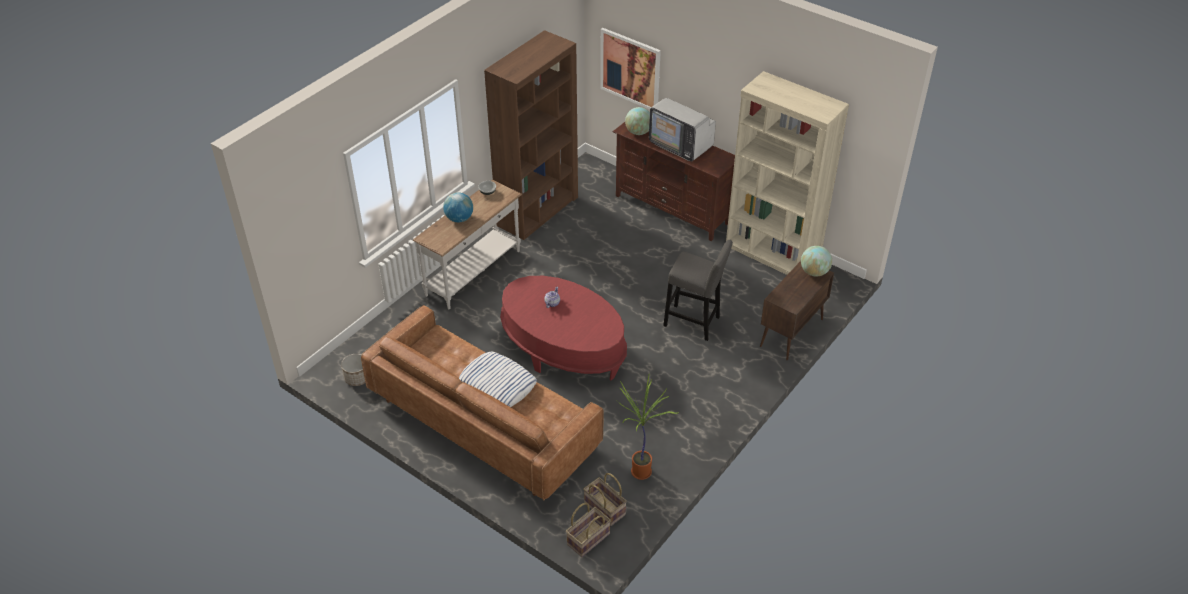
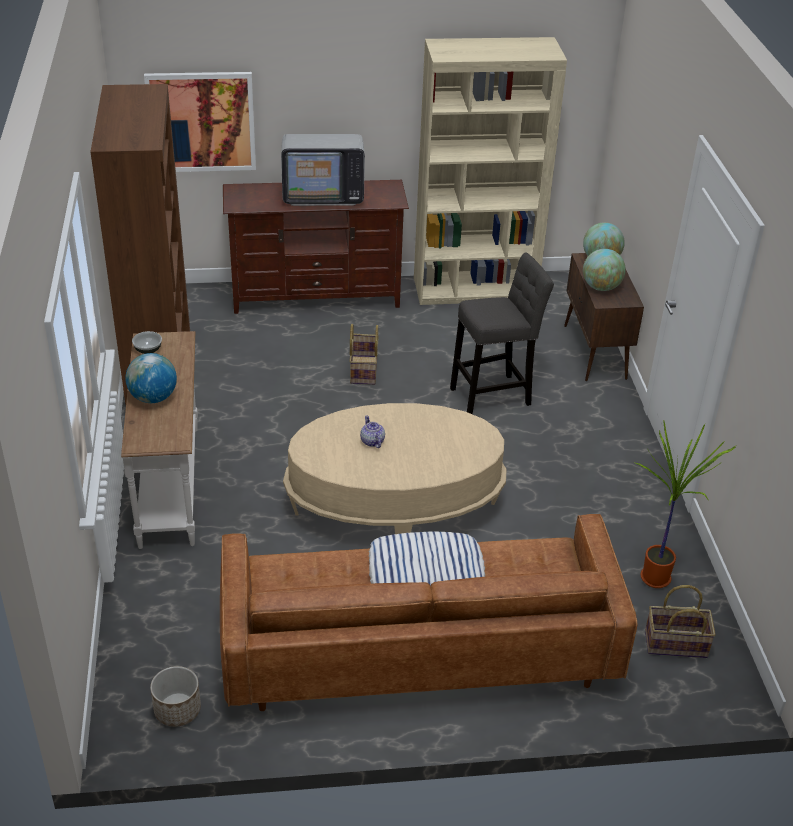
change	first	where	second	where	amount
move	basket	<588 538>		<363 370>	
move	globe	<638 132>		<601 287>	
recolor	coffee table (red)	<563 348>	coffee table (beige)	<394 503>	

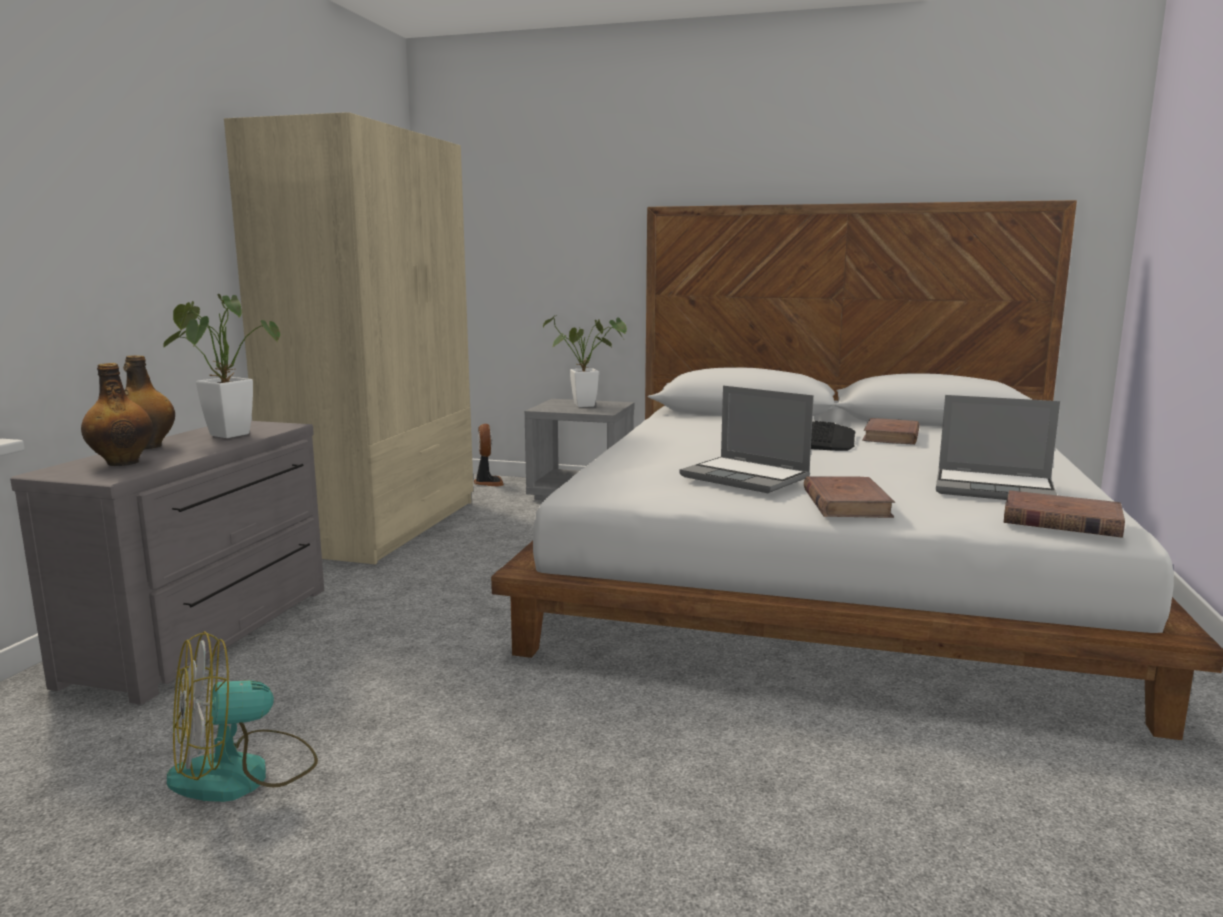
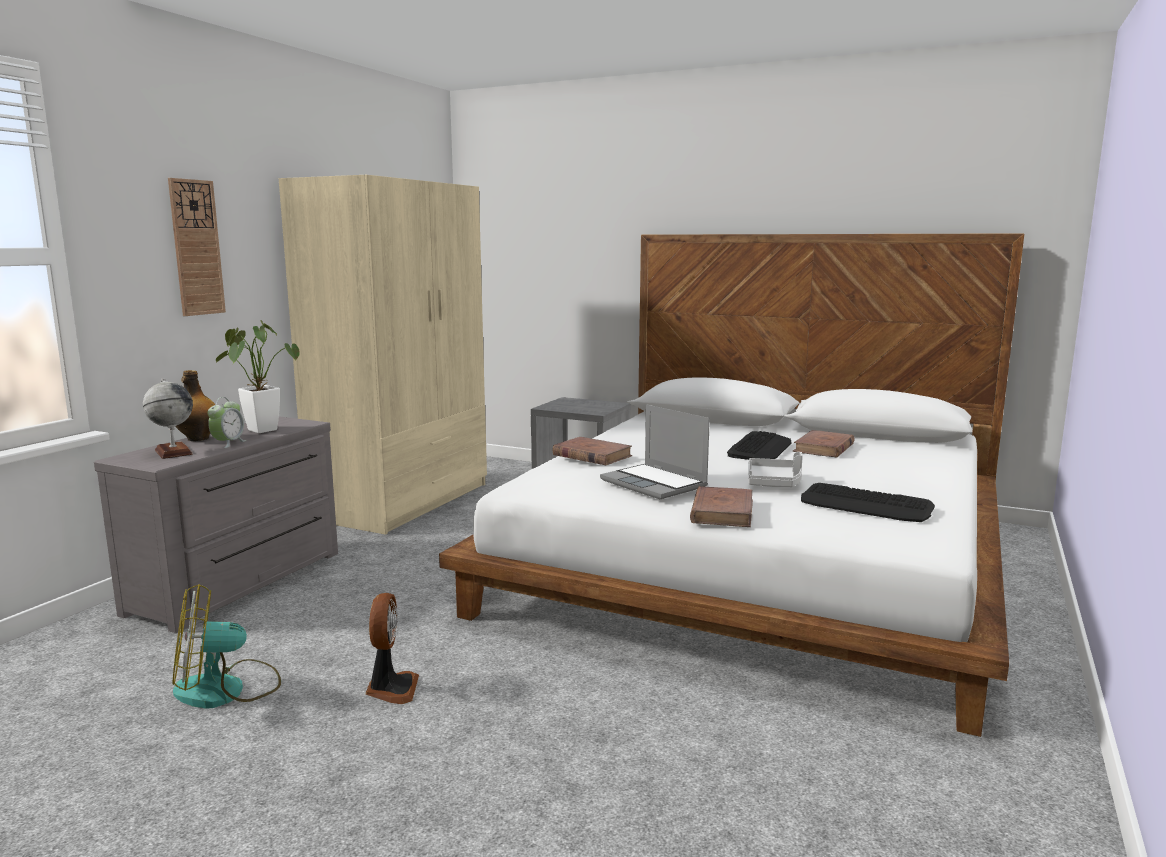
change	first	where	second	where	amount
delete	potted plant	<590 405>			
insert			wall clock	<196 248>	
insert			alarm clock	<228 443>	
insert			tray (grey)	<774 483>	
move	fan	<488 482>		<391 689>	
move	book (brown)	<1060 520>		<591 455>	
replace	bottle	<122 462>	globe	<173 452>	
replace	laptop	<995 489>	keyboard	<866 505>	

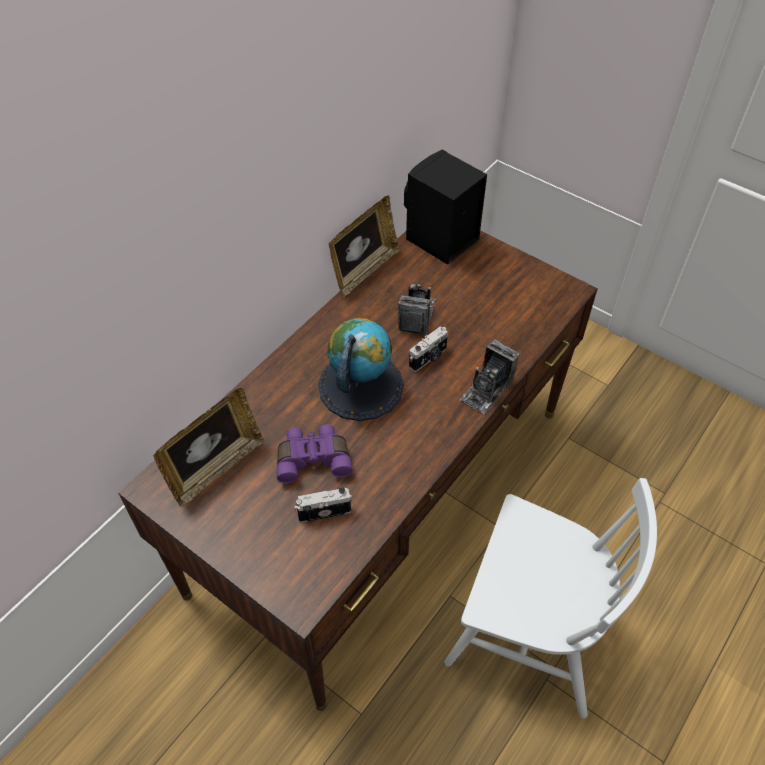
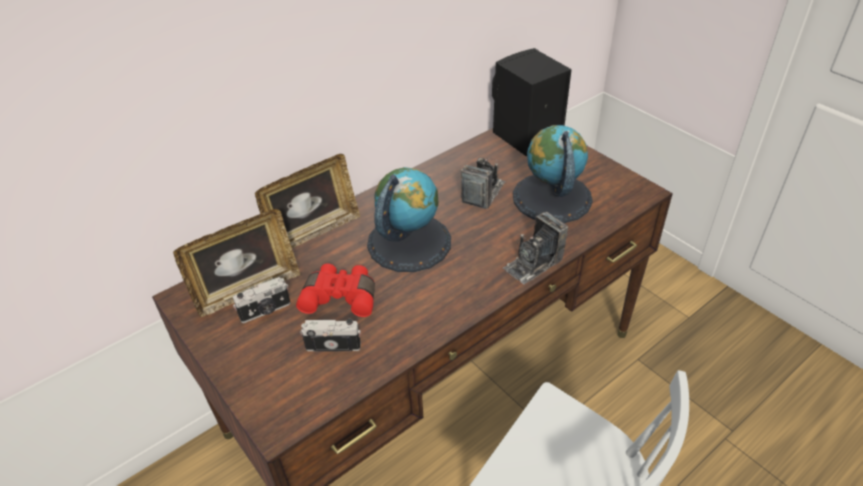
change	first	where	second	where	amount
insert			globe	<551 197>	
move	picture frame	<364 270>		<314 231>	
move	photo camera	<429 358>		<265 311>	
recolor	binoculars (purple)	<313 458>	binoculars (red)	<341 297>	

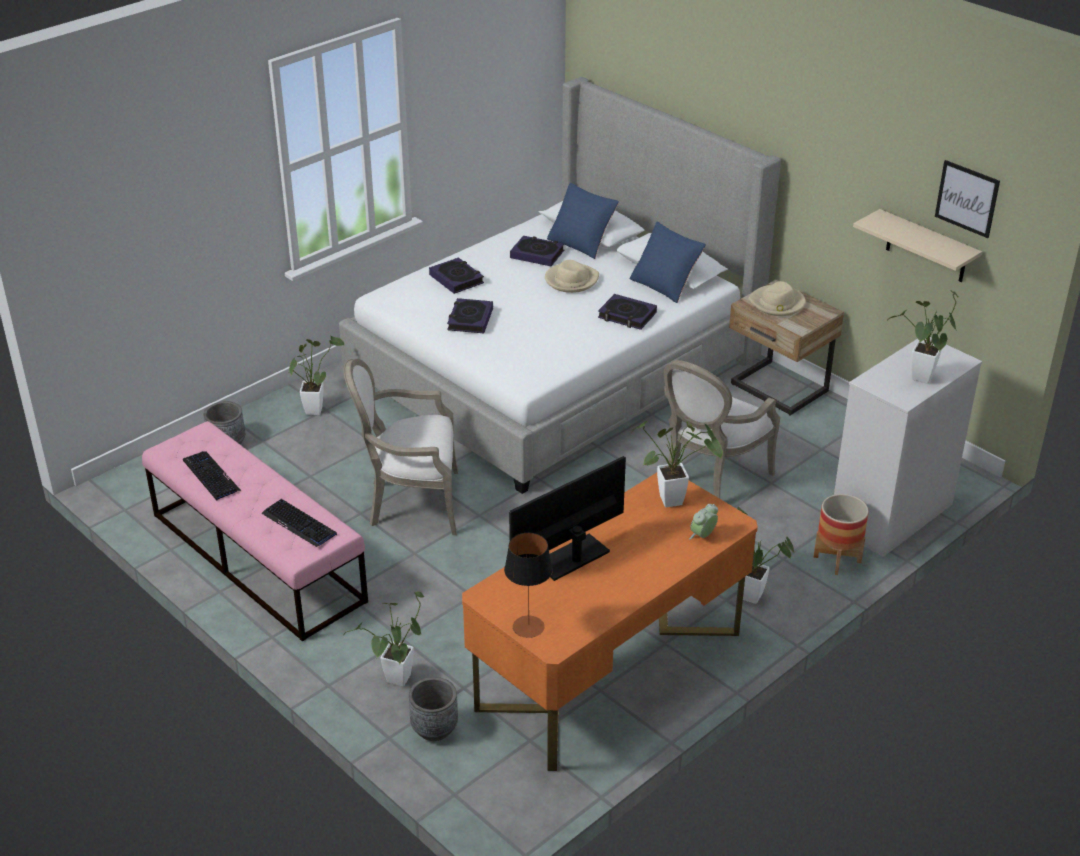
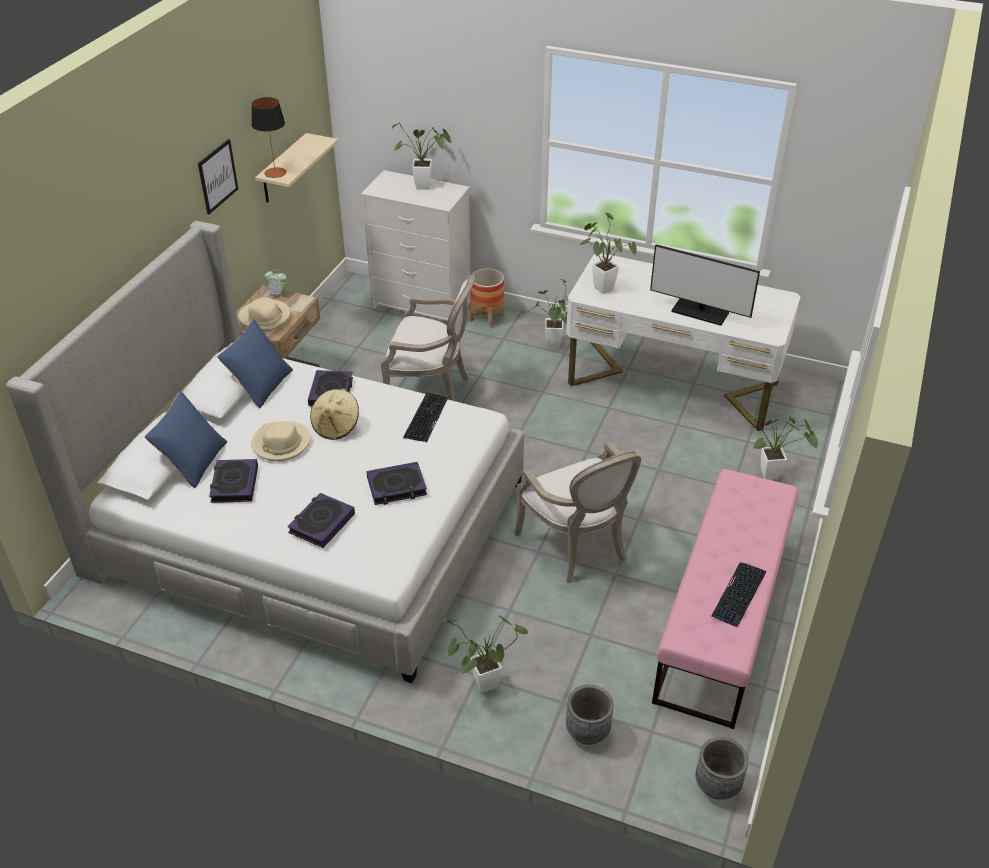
change	first	where	second	where	amount
insert			hat (beige)	<336 426>	
move	keyboard	<299 524>		<426 418>	
move	planter (grey)	<434 729>		<717 785>	
move	table lamp	<528 626>		<275 172>	
move	alarm clock	<703 536>		<277 294>	
move	picture	<967 198>		<217 176>	
recolor	desk (orange)	<609 669>	desk (white)	<672 384>	

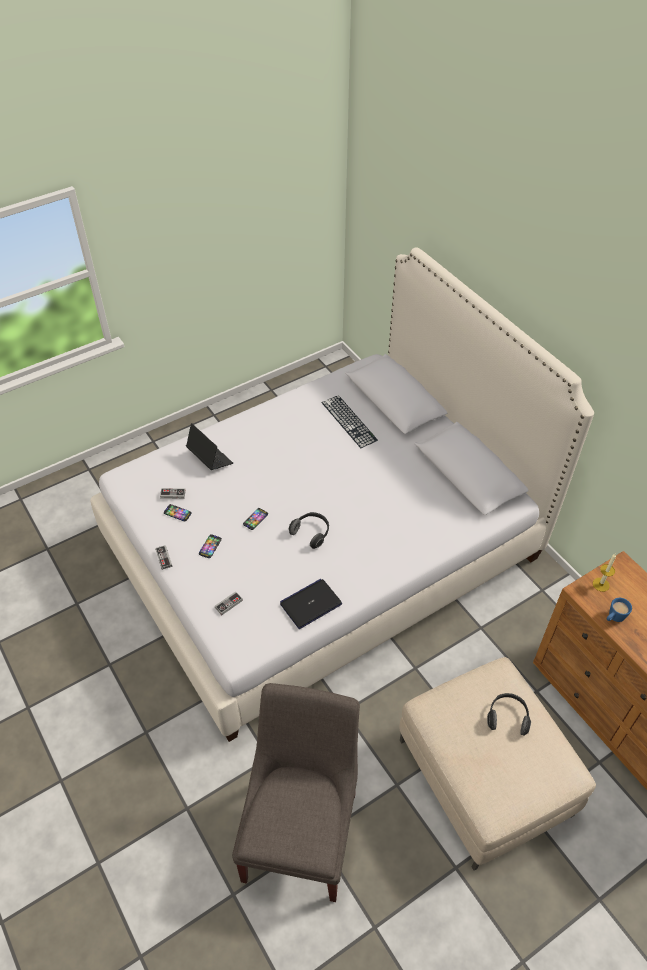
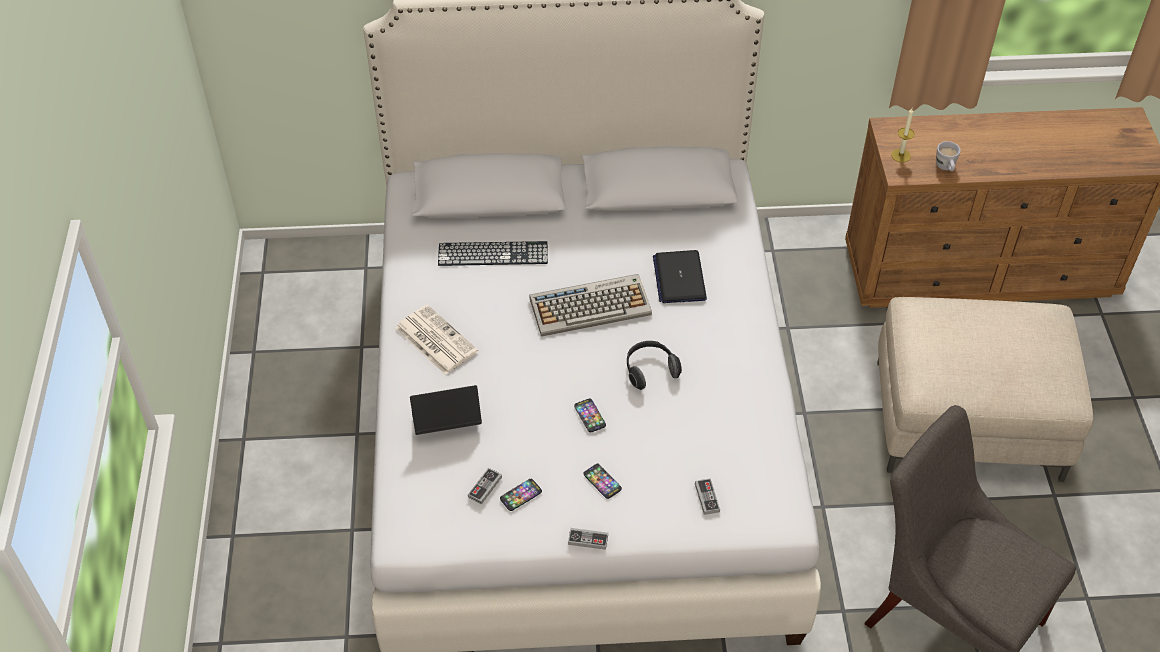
change	first	where	second	where	amount
delete	headphones	<507 717>			
insert			newspaper	<435 340>	
insert			keyboard	<591 306>	
move	laptop	<311 604>		<679 278>	
recolor	mug (blue)	<613 618>	mug (white)	<946 168>	

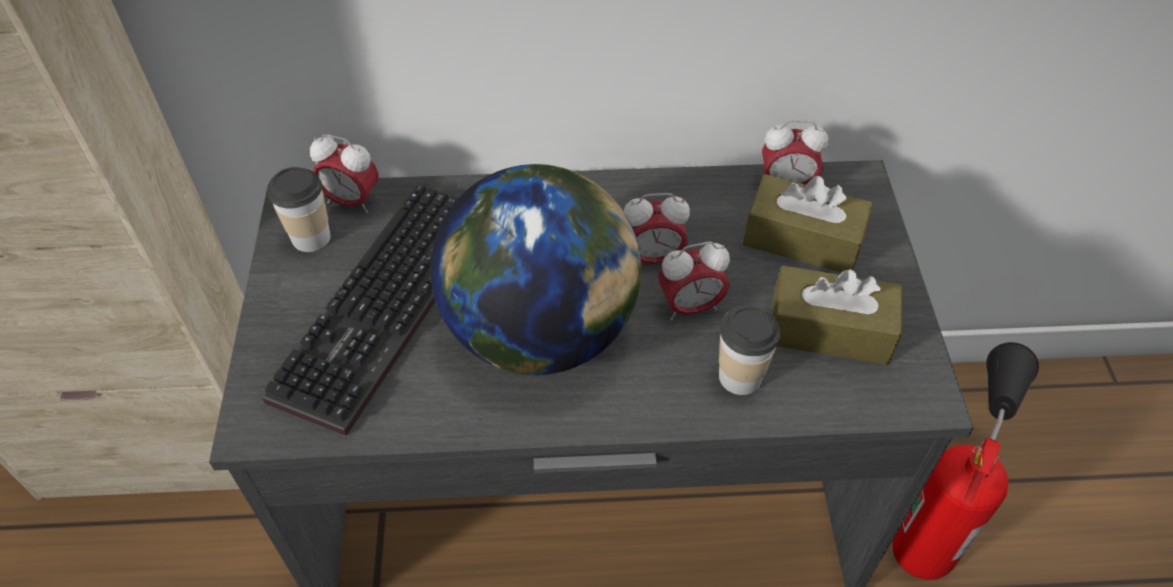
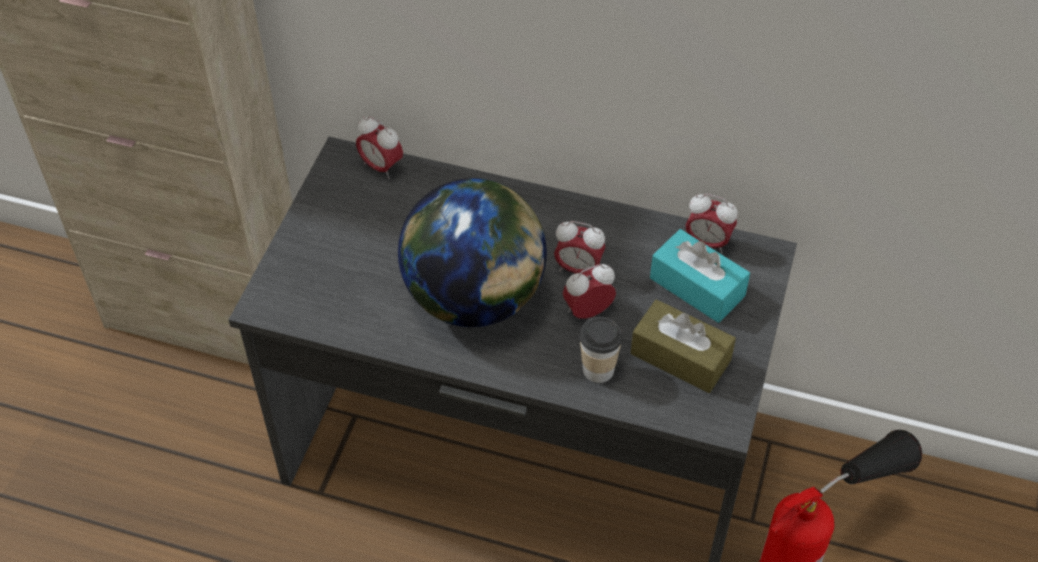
change	first	where	second	where	amount
delete	keyboard	<388 309>			
delete	cup	<311 237>			
recolor	tissue box (brown)	<802 240>	tissue box (turquoise)	<697 287>	
rotate	alarm clock	<690 307>		<587 311>	150 degrees clockwise

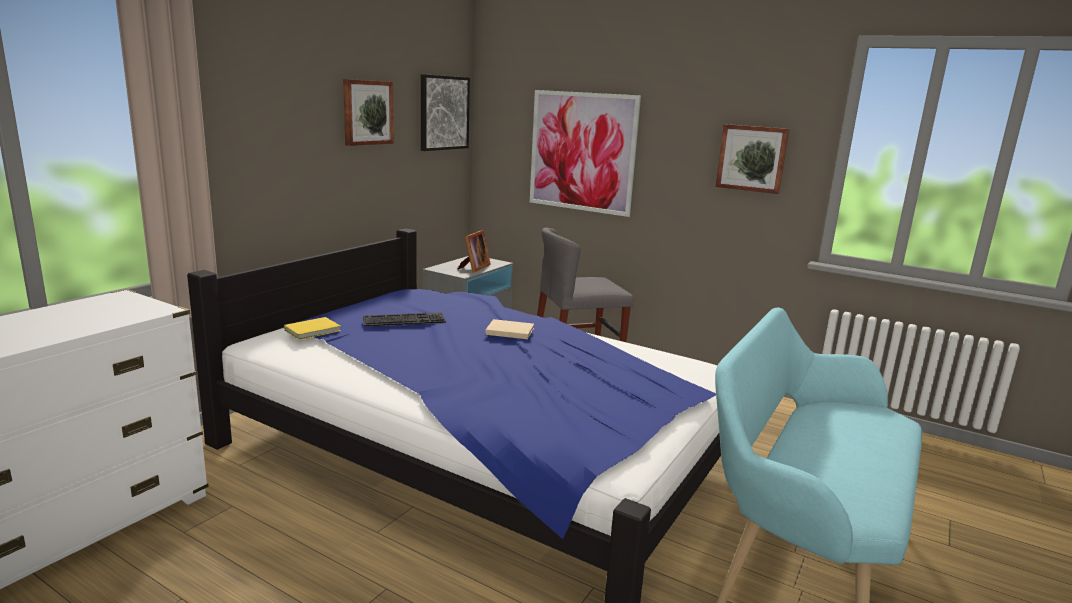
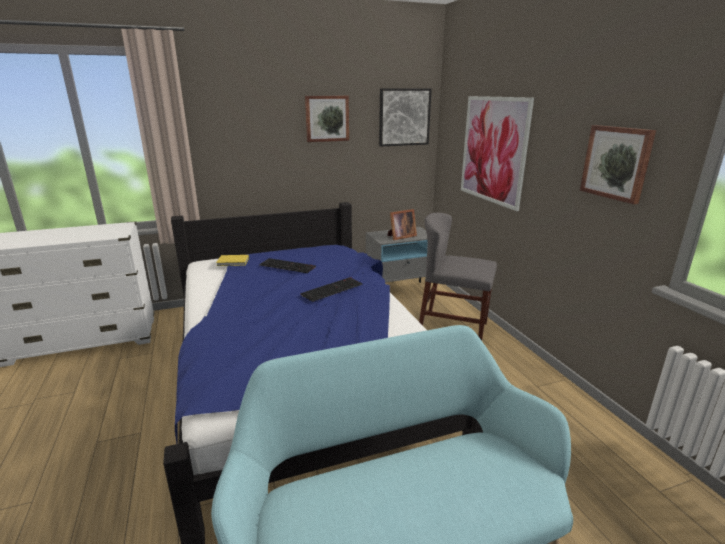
change	first	where	second	where	amount
replace	book (beige)	<509 331>	keyboard	<332 289>	

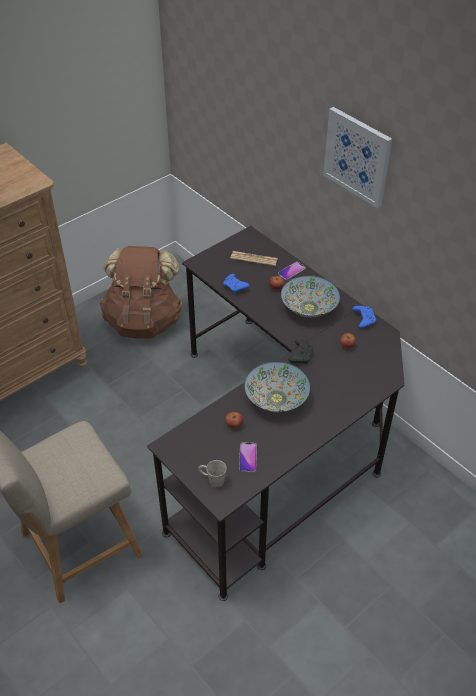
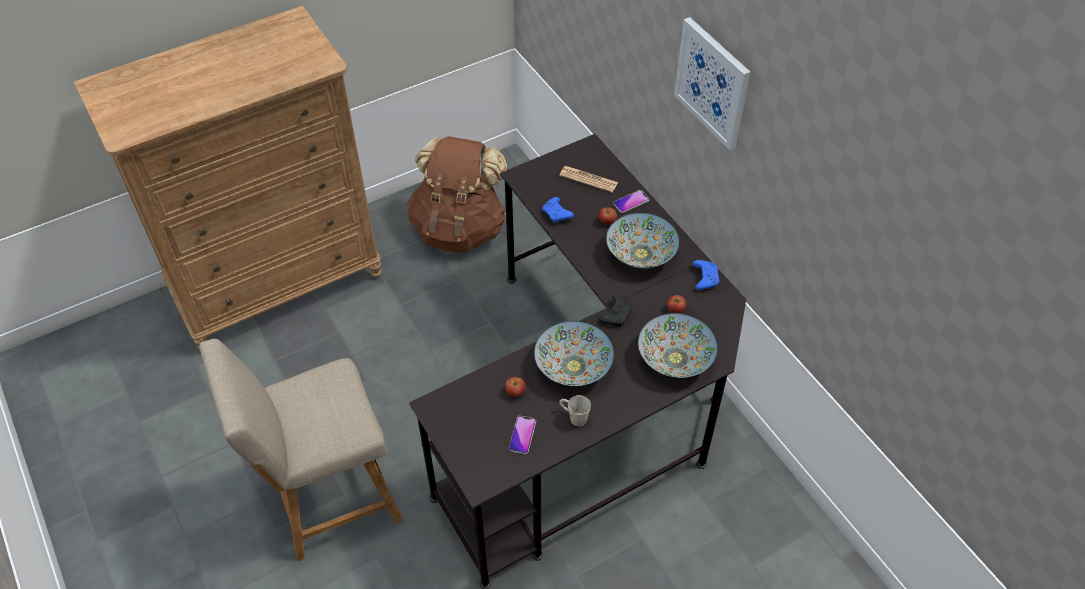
change	first	where	second	where	amount
insert			bowl	<675 358>	
move	mug (white)	<212 480>		<573 417>	

